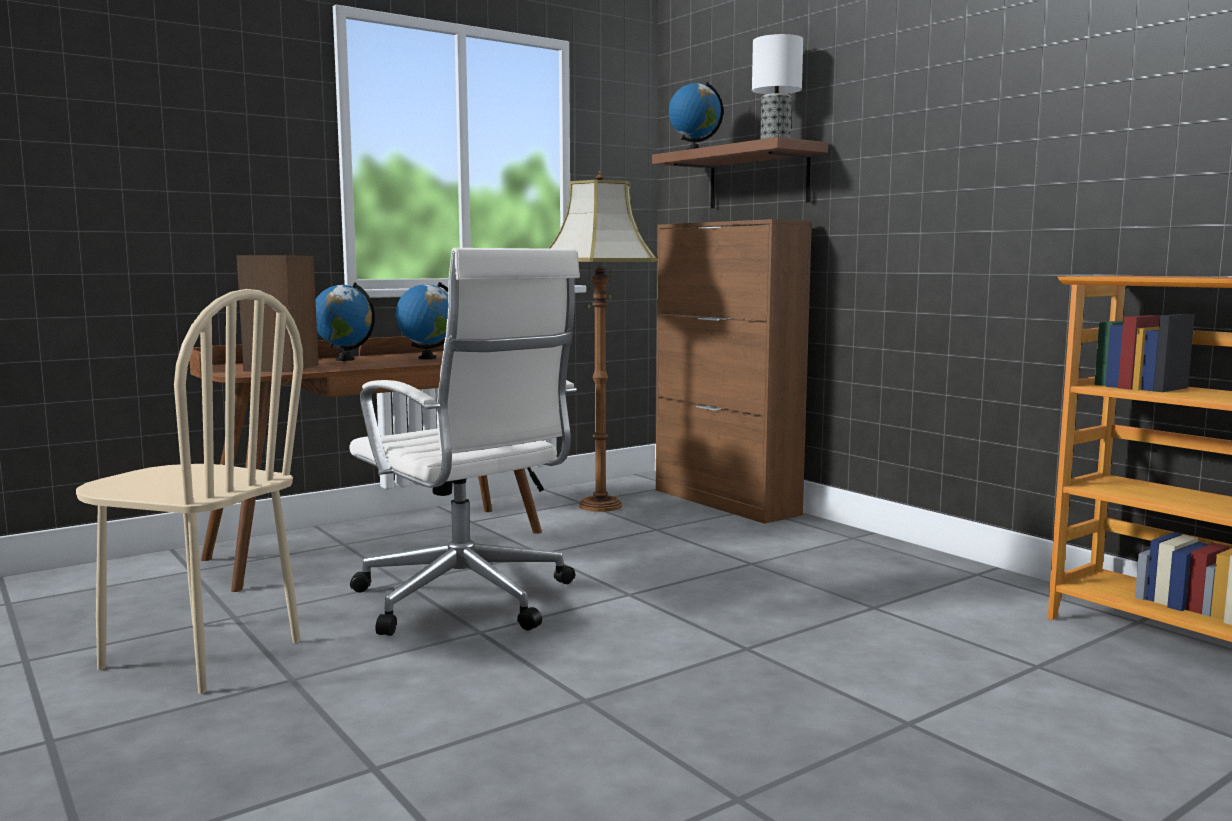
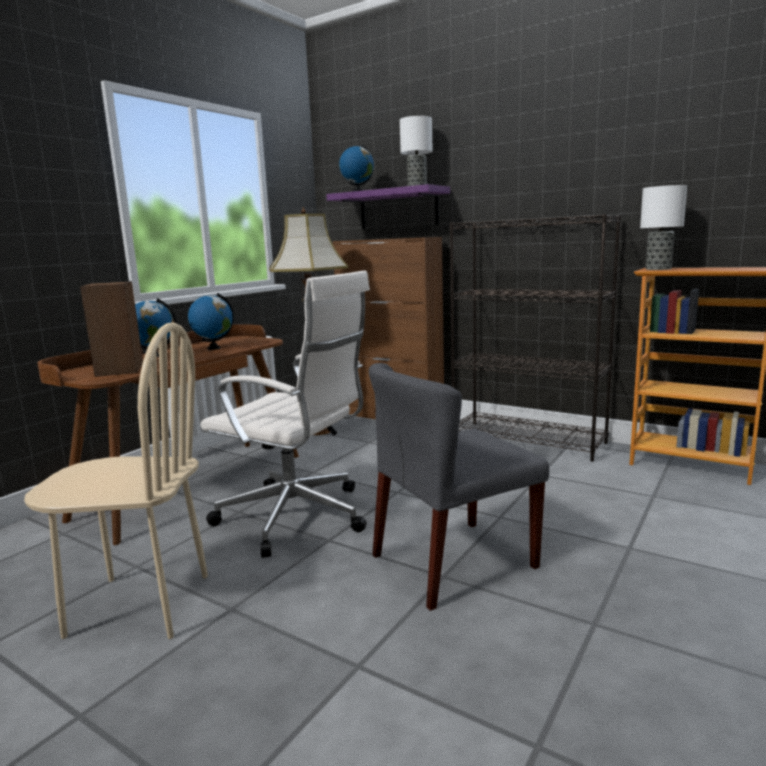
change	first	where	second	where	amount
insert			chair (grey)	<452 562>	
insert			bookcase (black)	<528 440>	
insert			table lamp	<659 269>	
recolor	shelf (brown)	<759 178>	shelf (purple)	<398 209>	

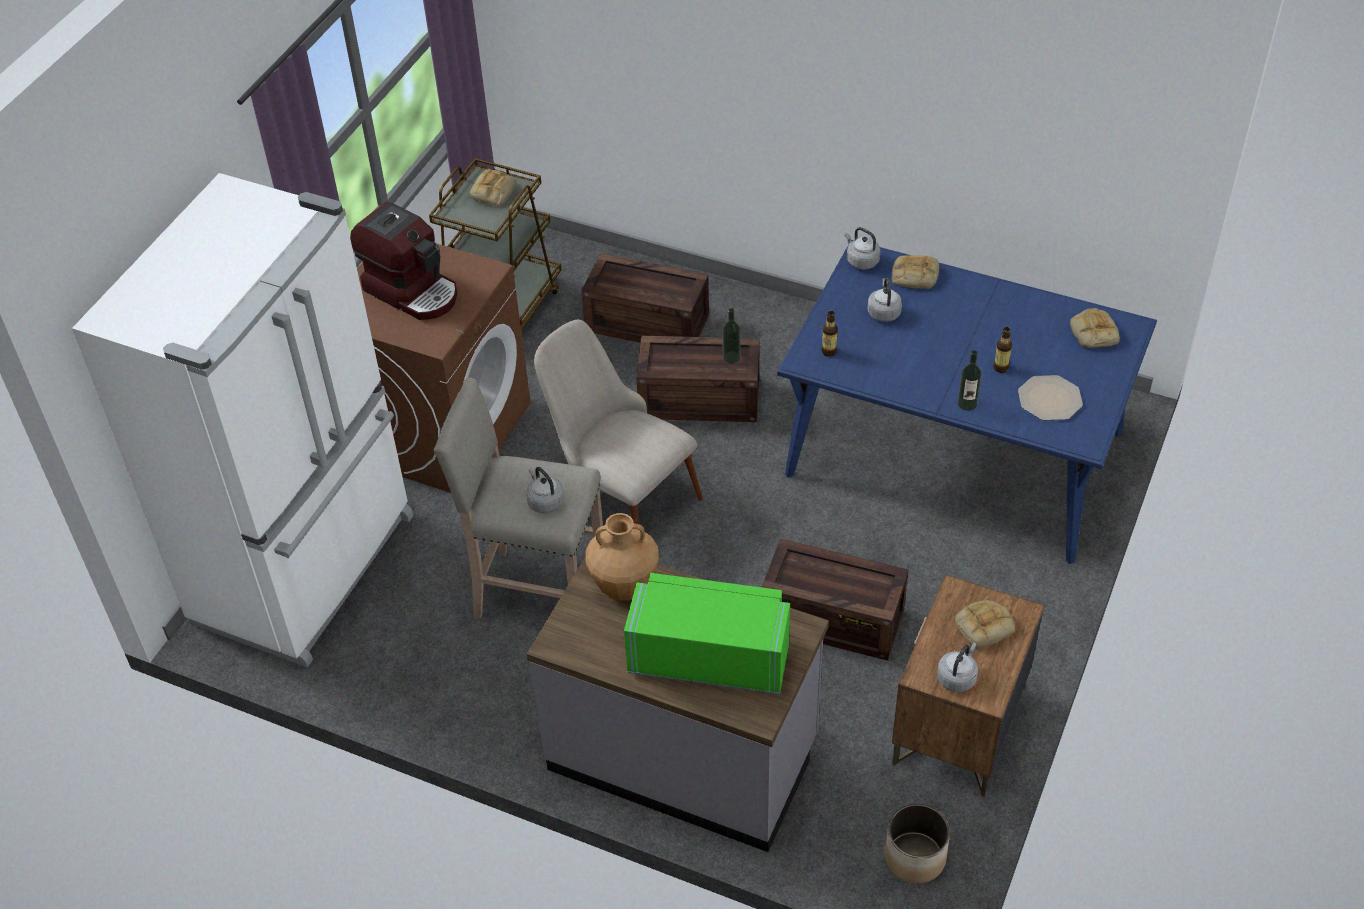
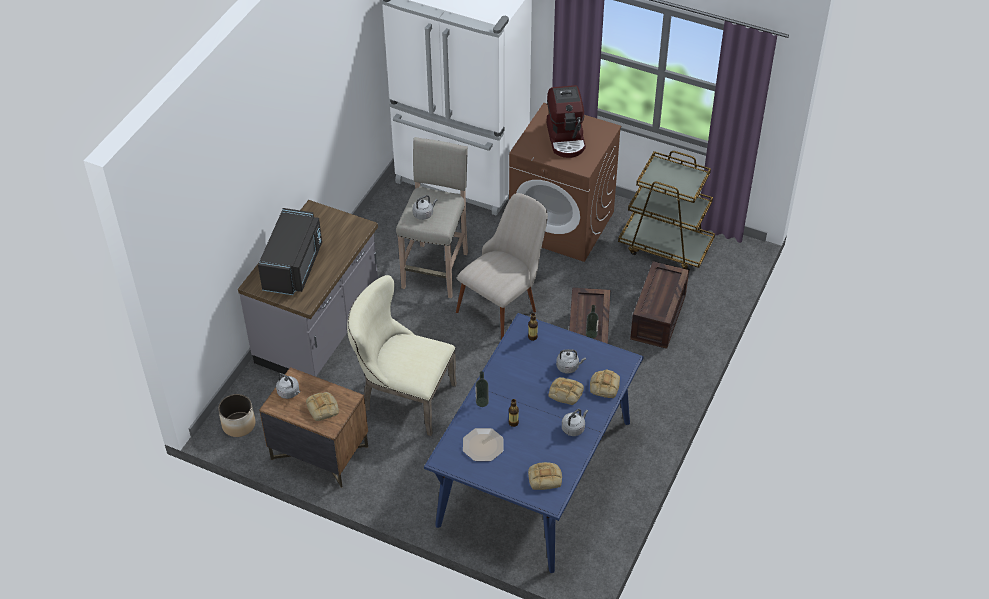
change	first	where	second	where	amount
delete	vase (brown)	<623 586>			
move	bread	<493 192>		<565 393>	
move	kettle (grey)	<861 261>		<574 428>	
replace	crate	<830 620>	chair (beige)	<403 398>	
recolor	microwave (green)	<710 656>	microwave (black)	<294 266>	
rotate	coffee machine	<413 291>		<566 138>	45 degrees counterclockwise

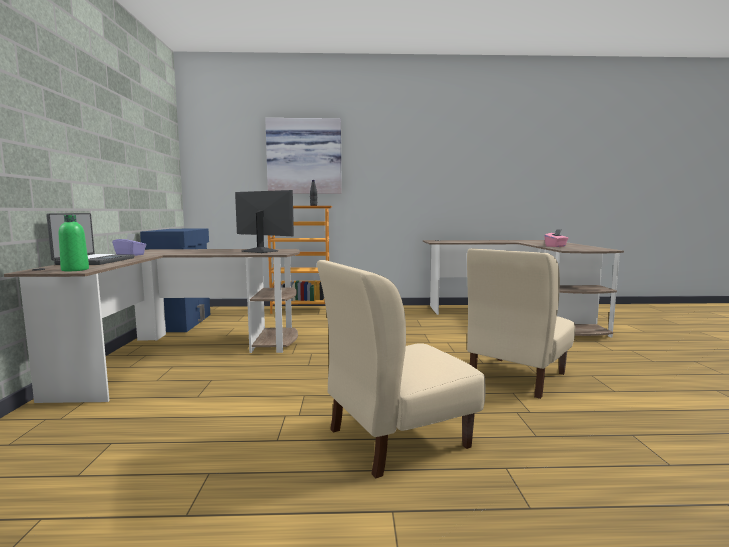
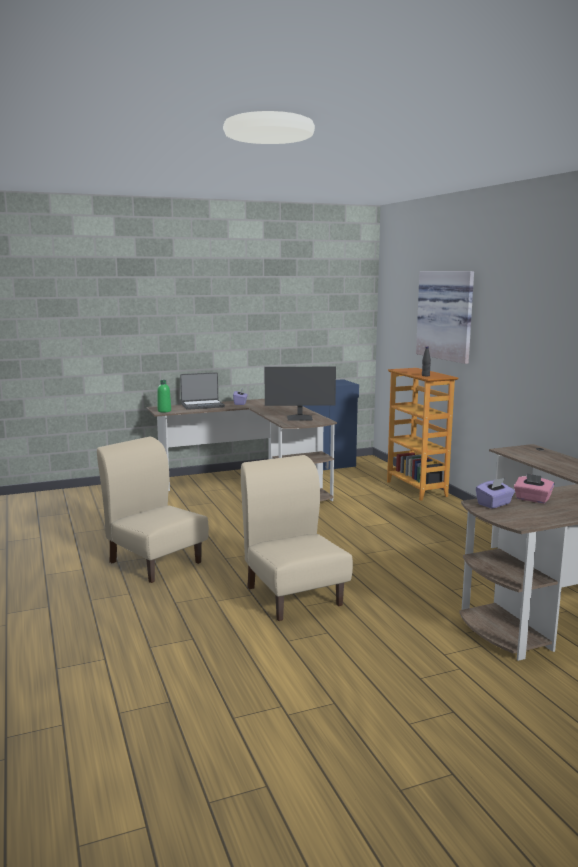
change	first	where	second	where	amount
insert			tissue box (purple)	<494 504>	
rotate	monitor	<260 251>		<300 418>	75 degrees clockwise
rotate	chair (beige)	<516 376>		<293 595>	45 degrees clockwise

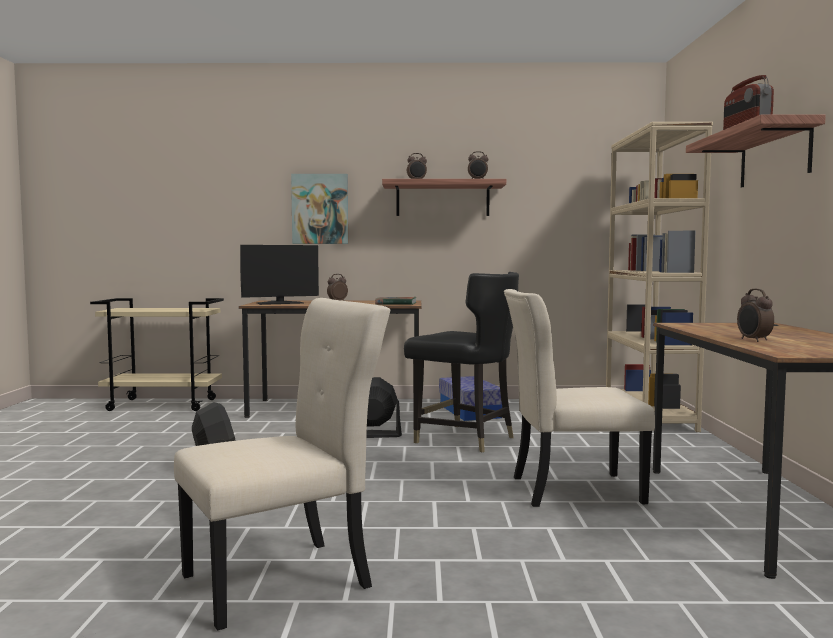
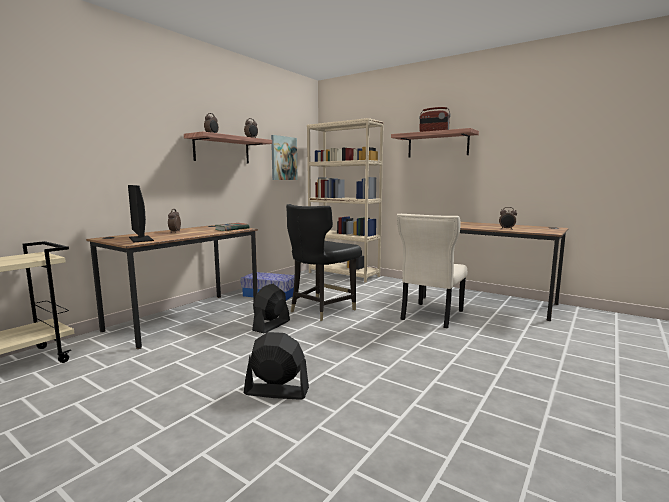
change	first	where	second	where	amount
delete	chair (beige)	<284 580>			
move	picture	<320 209>		<283 158>	
rotate	monitor	<280 303>		<141 239>	135 degrees clockwise
rotate	chair (black)	<465 439>		<321 310>	150 degrees clockwise

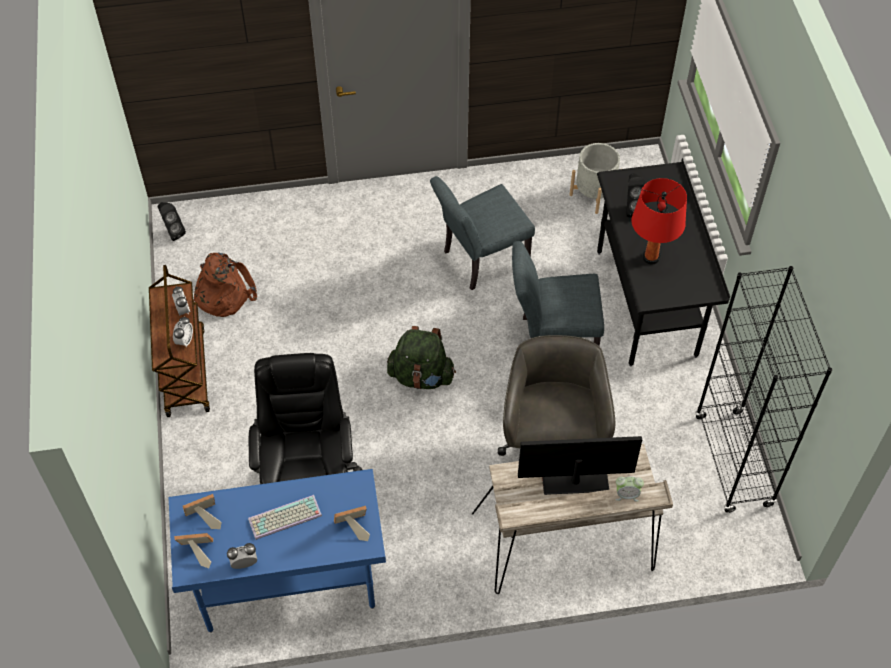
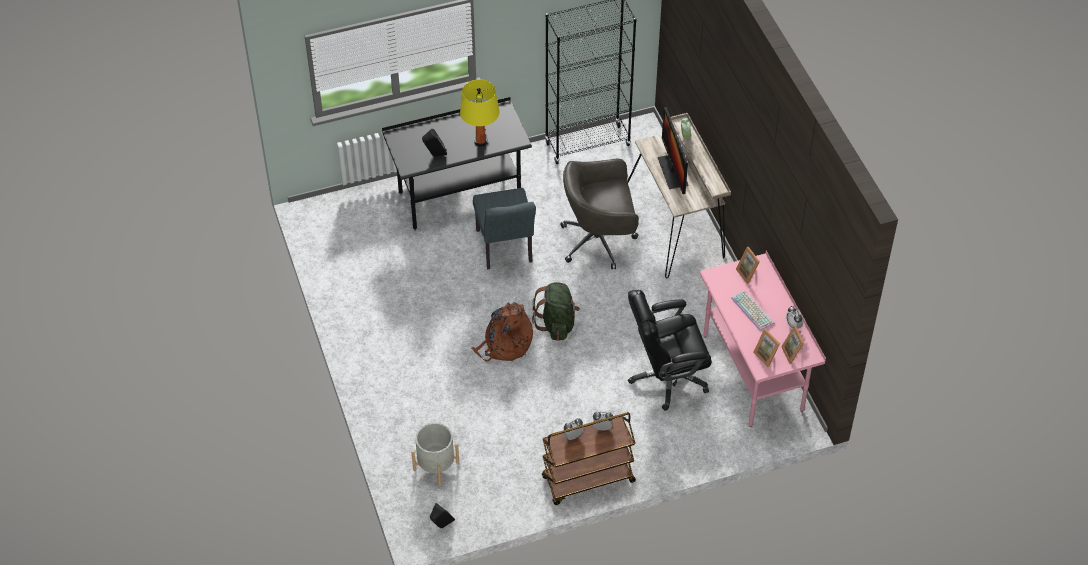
change	first	where	second	where	amount
delete	chair (grey)	<480 260>			
move	backpack (brown)	<222 293>		<505 344>	
move	planter (grey)	<594 194>		<436 466>	
recolor	desk (blue)	<288 585>	desk (pink)	<753 373>	
recolor	table lamp (red)	<651 257>	table lamp (yellow)	<480 141>	

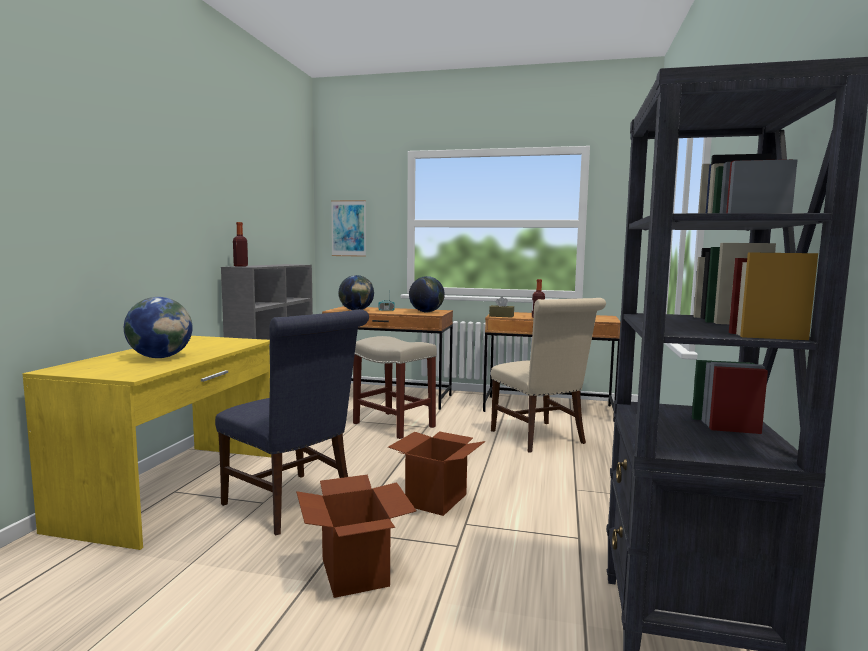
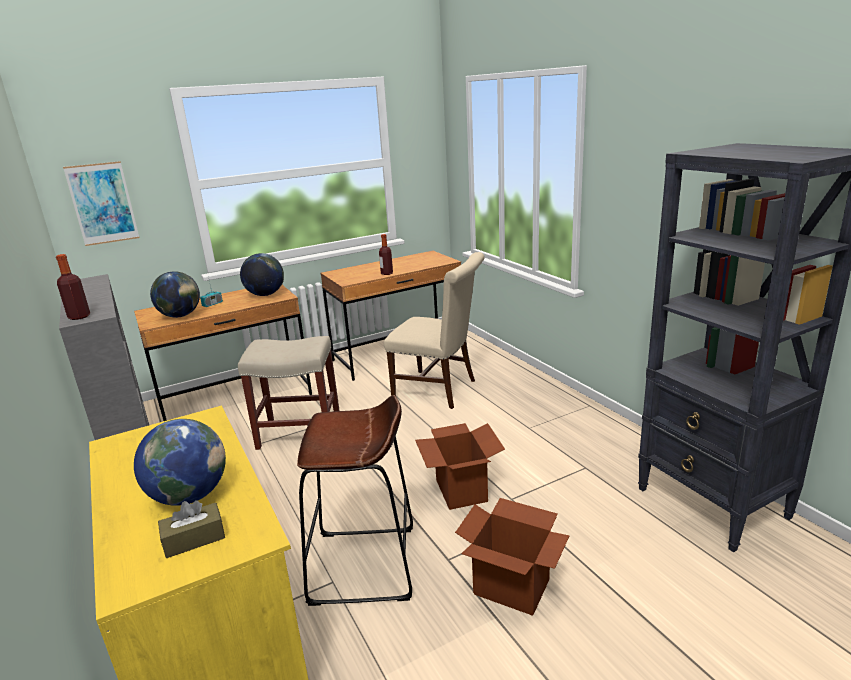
change	first	where	second	where	amount
move	tissue box (brown)	<501 316>		<194 539>	
replace	chair (blue)	<294 504>	stool (brown)	<364 565>	

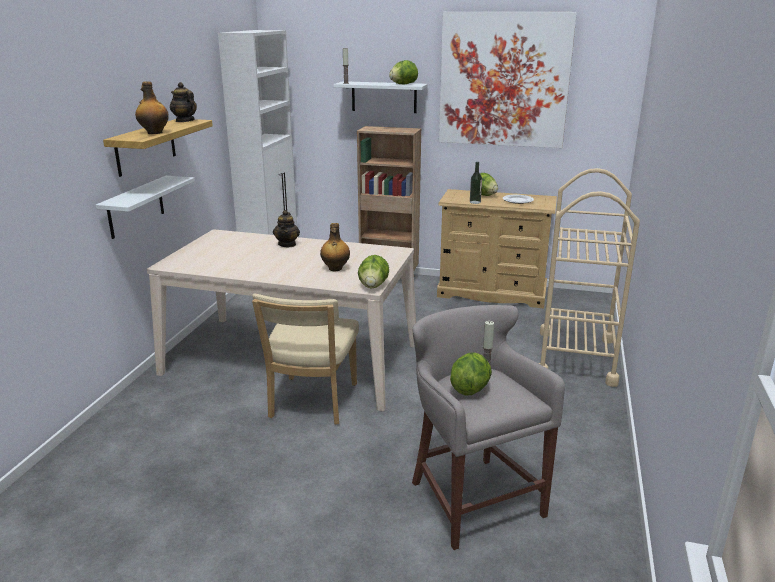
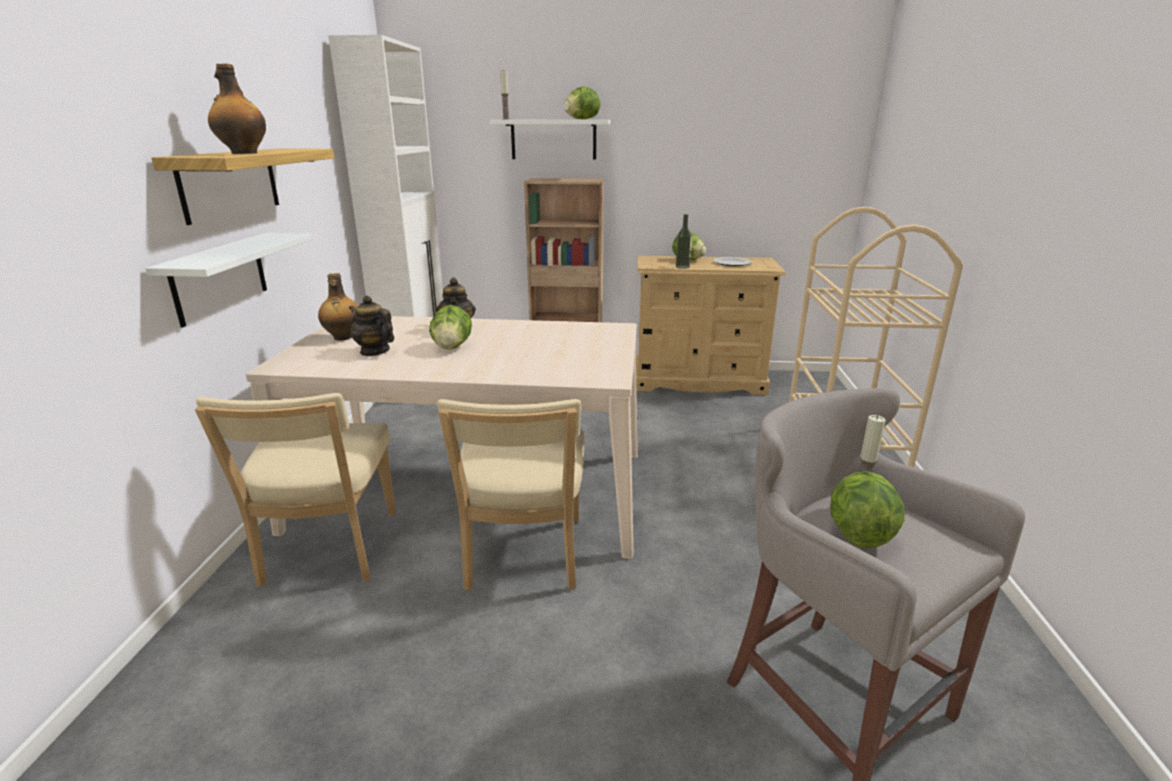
change	first	where	second	where	amount
delete	picture	<504 80>			
insert			chair (beige)	<328 552>	
move	teapot	<185 121>		<374 351>	
move	bottle	<335 269>		<343 337>	
move	lettuce	<373 286>		<452 347>	

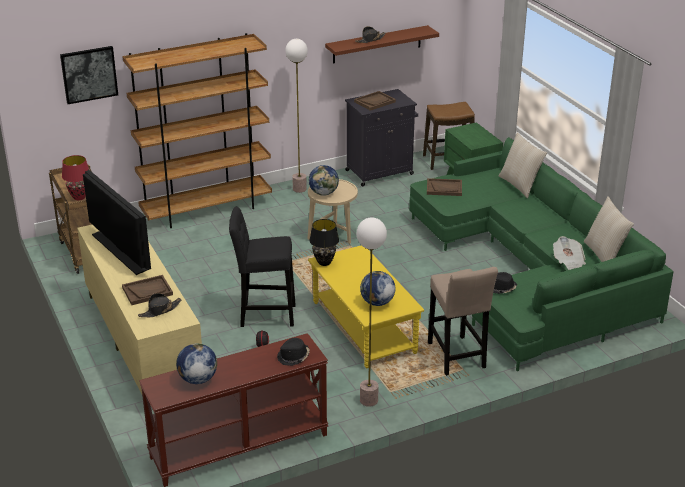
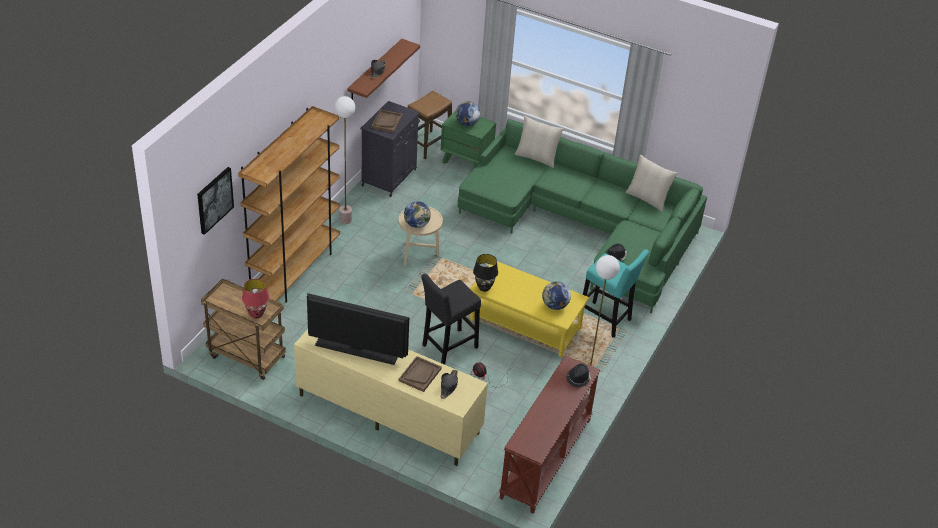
change	first	where	second	where	amount
delete	tray (brown)	<444 188>			
delete	newspaper	<568 262>			
move	globe	<197 379>		<466 123>	
recolor	stool (beige)	<456 357>	stool (turquoise)	<606 320>	

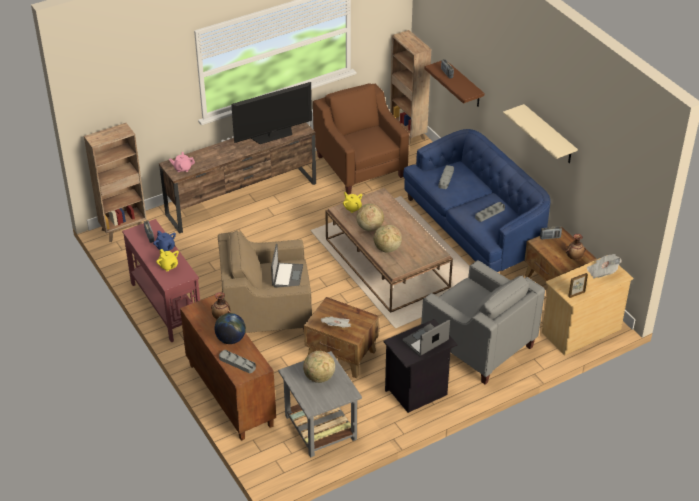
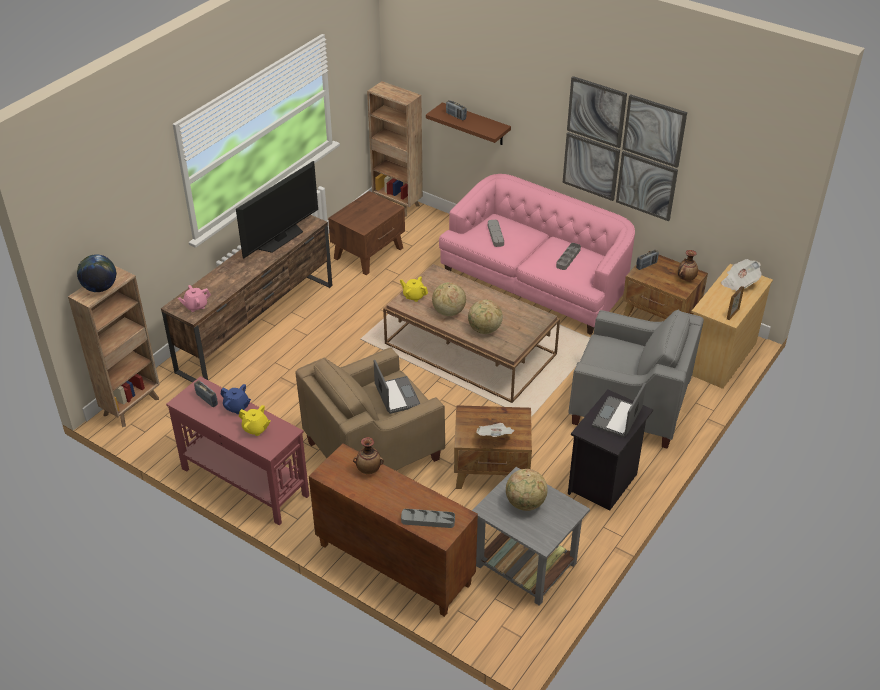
change	first	where	second	where	amount
move	globe	<231 339>		<100 288>	
replace	armchair (brown)	<360 166>	side table (brown)	<369 253>	
replace	shelf (beige)	<549 135>	picture	<622 148>	
recolor	sofa (blue)	<475 228>	sofa (pink)	<536 282>	

